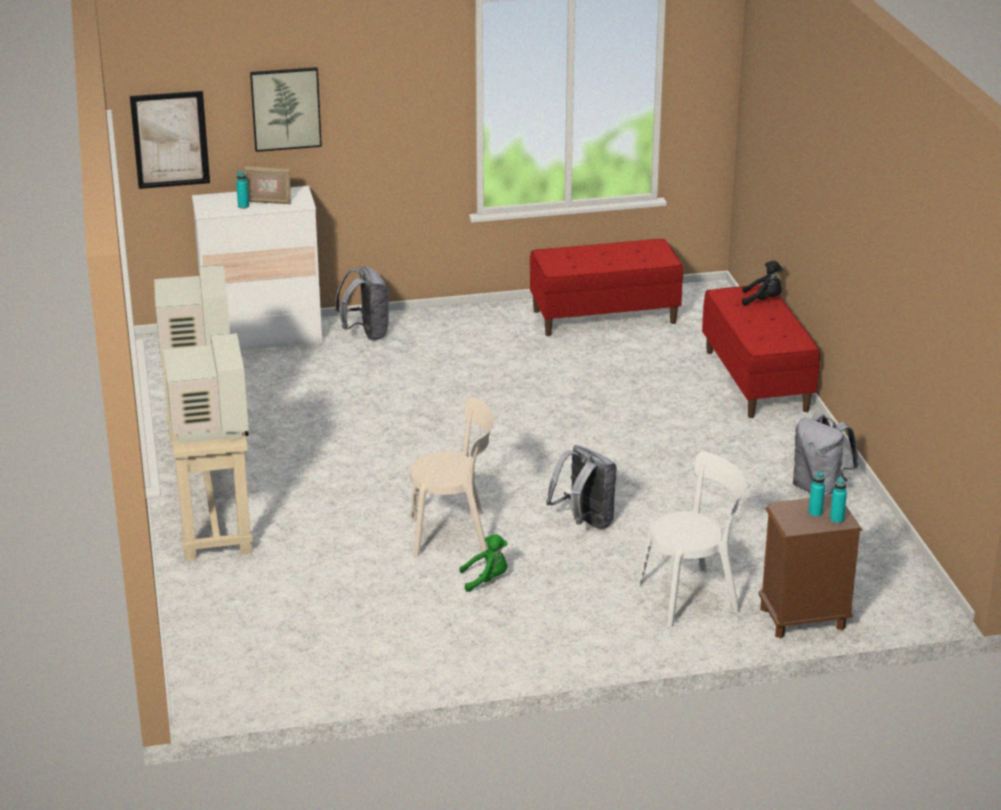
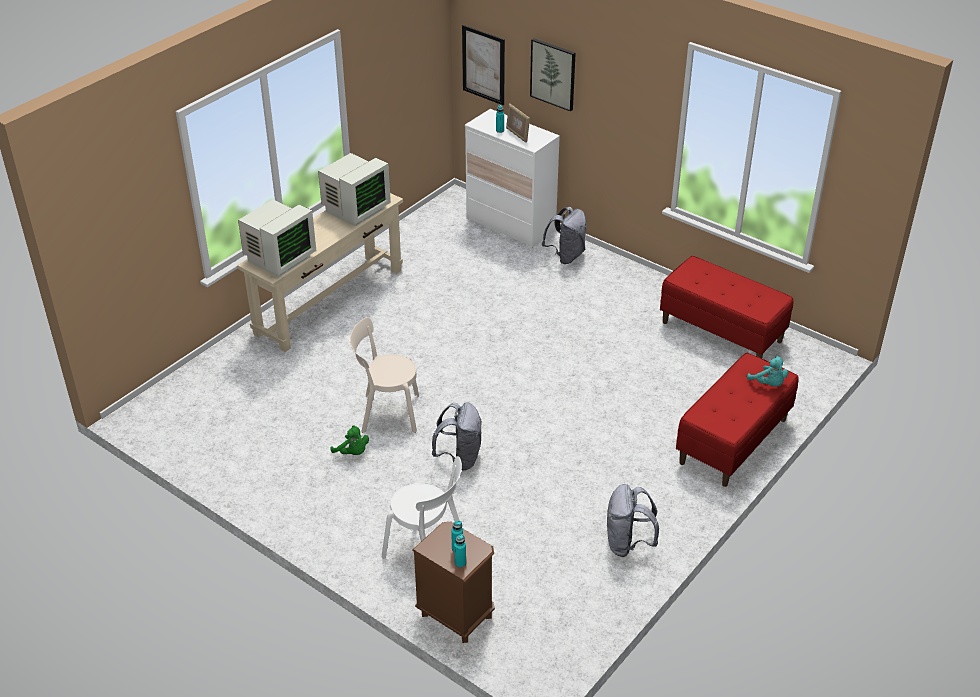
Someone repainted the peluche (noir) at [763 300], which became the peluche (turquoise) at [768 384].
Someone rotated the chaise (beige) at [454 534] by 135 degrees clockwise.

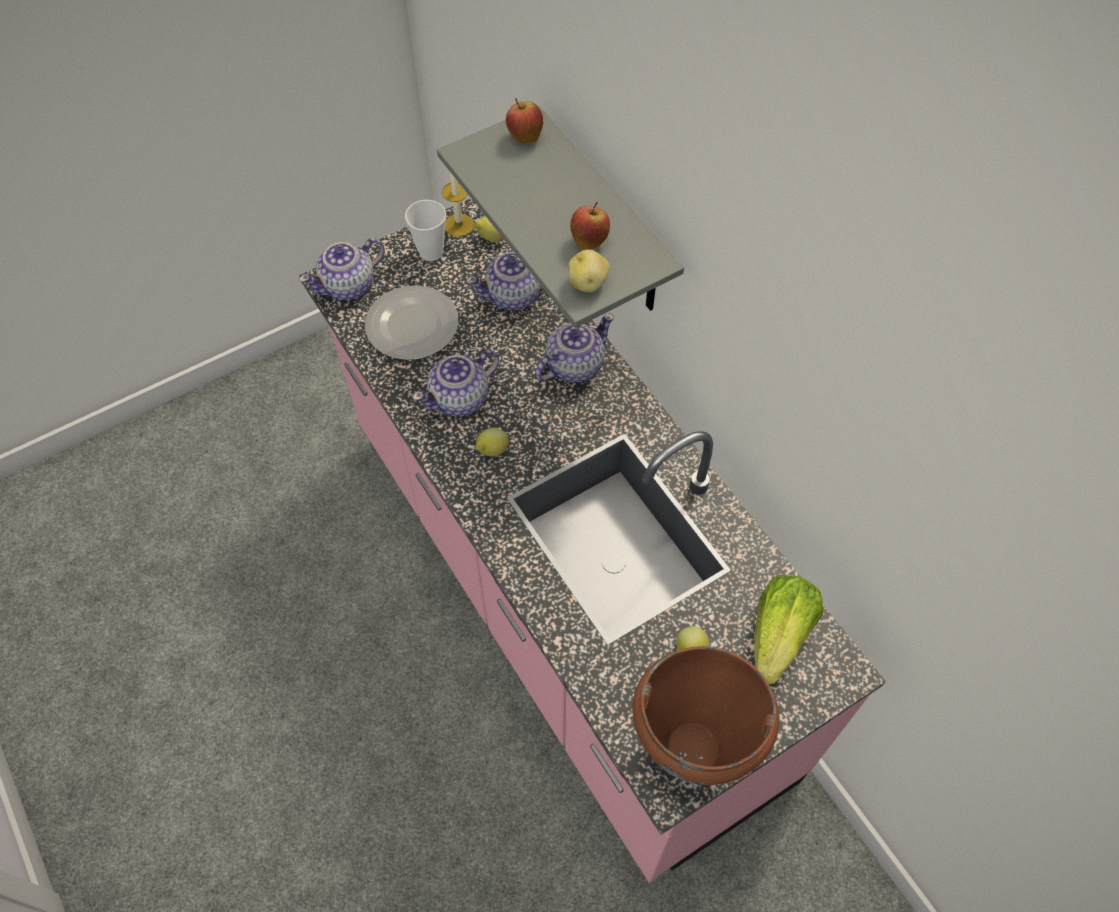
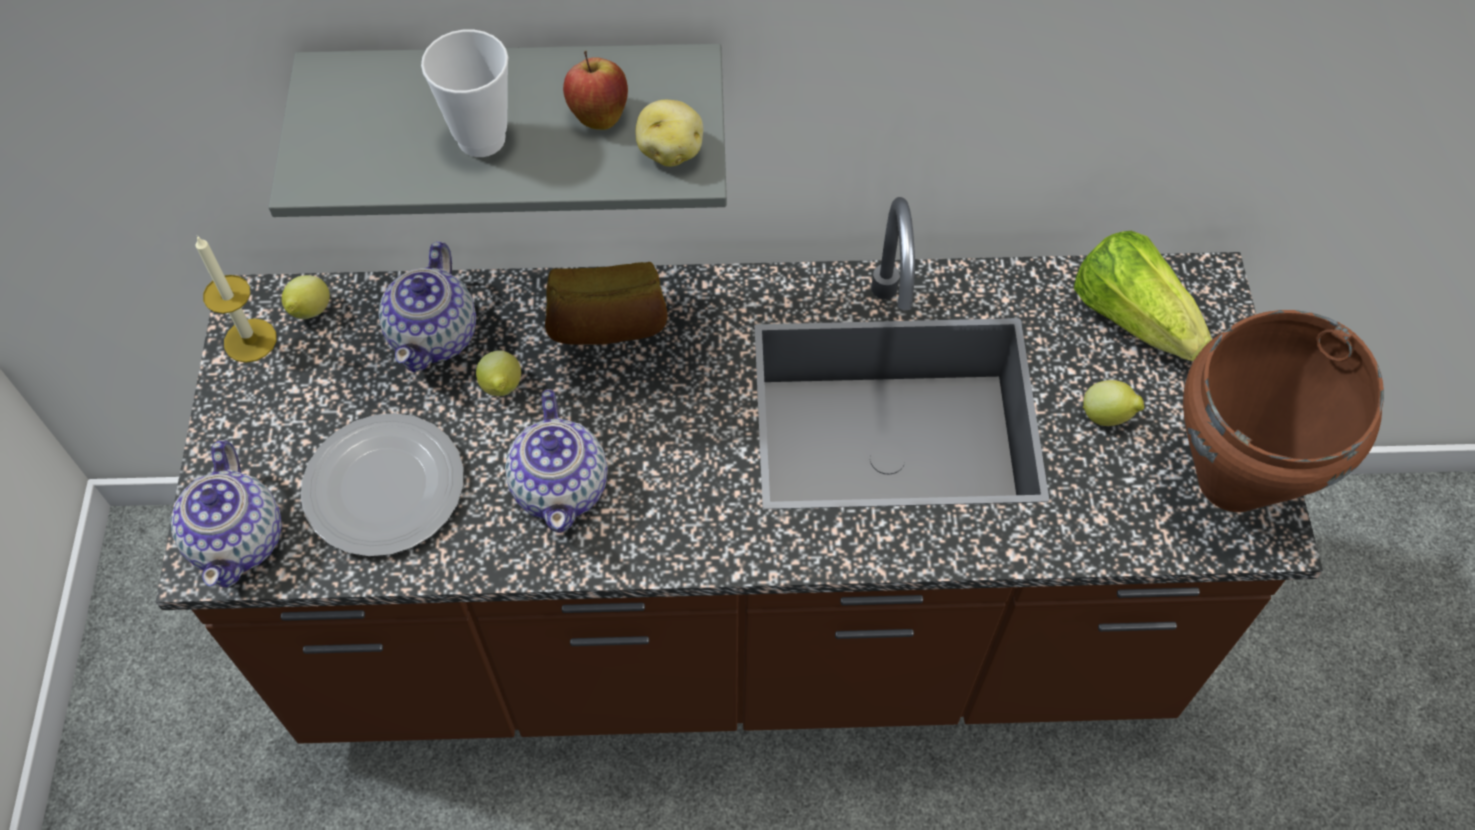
Someone took away the pomme at [525 136].
Someone repainted the comptoir de cuisine (rose) at [559 598], which became the comptoir de cuisine (marron) at [736 629].
Someone carried the tasse from [431 252] to [481 139].
Someone swapped the théière at [573 365] for the pain at [607 326].
Someone carried the citron from [492 451] to [502 389].

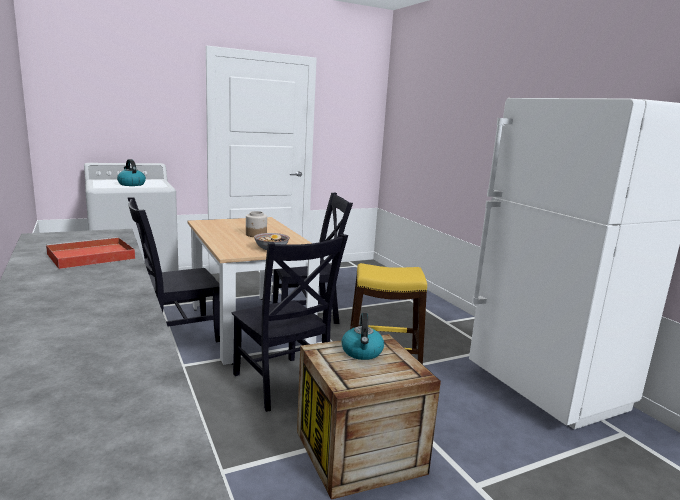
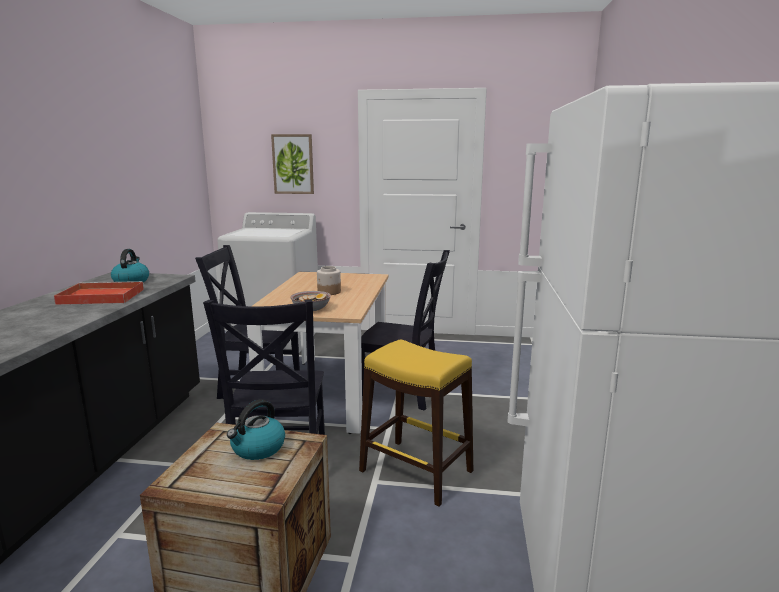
Someone carried the bouilloire from [131 184] to [131 281].
Someone put up the tableau at [293 164].

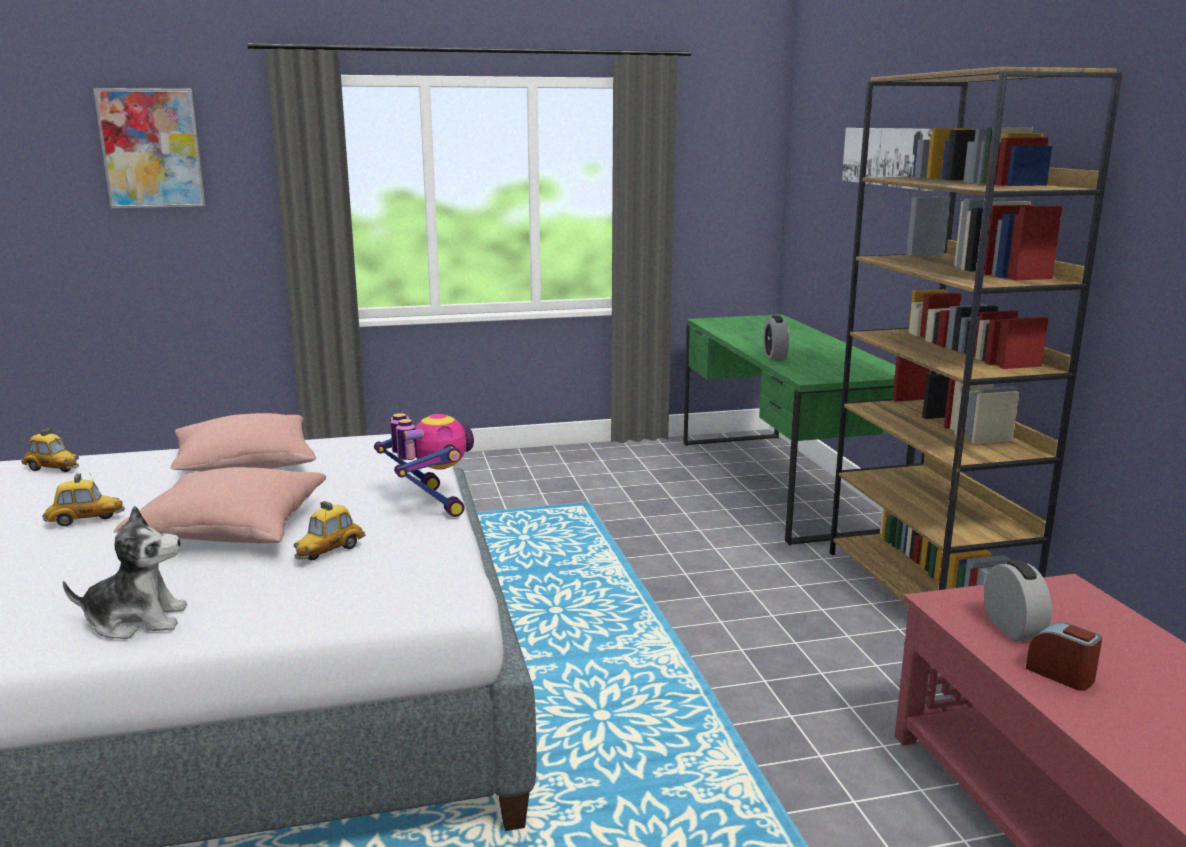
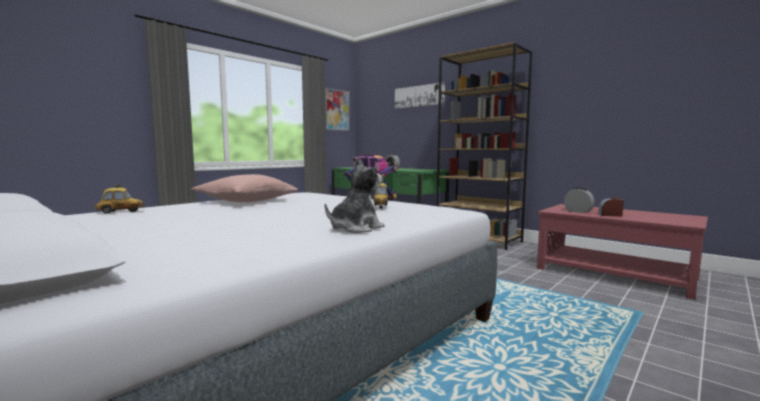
Someone carried the tableau from [151 148] to [337 110].
Someone took away the coussin (rose) at [231 530].
Someone took away the petite voiture at [85 520].

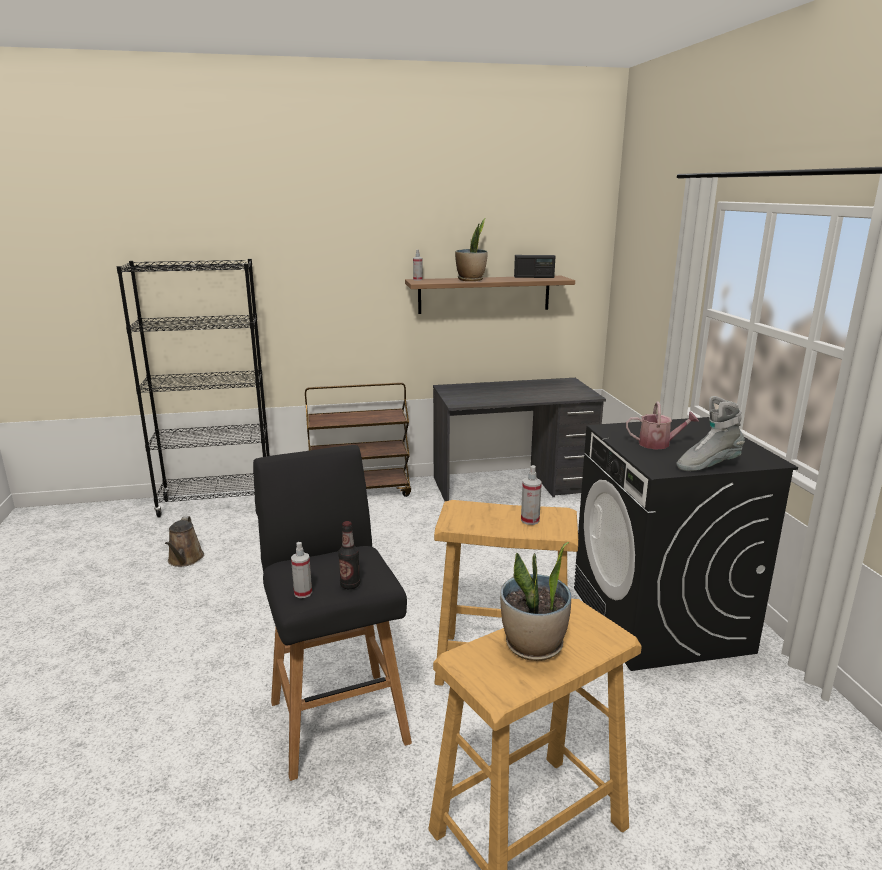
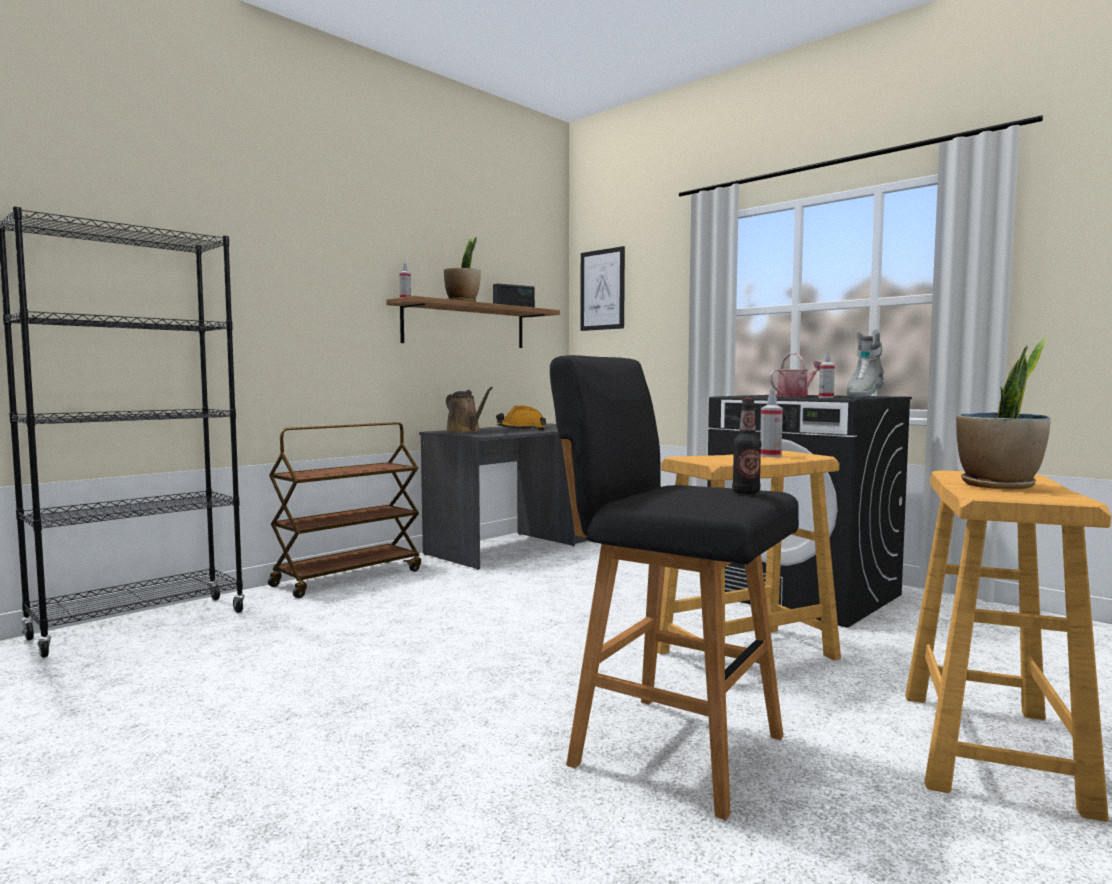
Someone carried the arrosoir (marron) from [185 560] to [465 431].
Someone carried the vaporisateur from [303 593] to [826 397].
Someone put up the tableau at [602 290].
Someone put down the casque de chantier (orange) at [521 430].

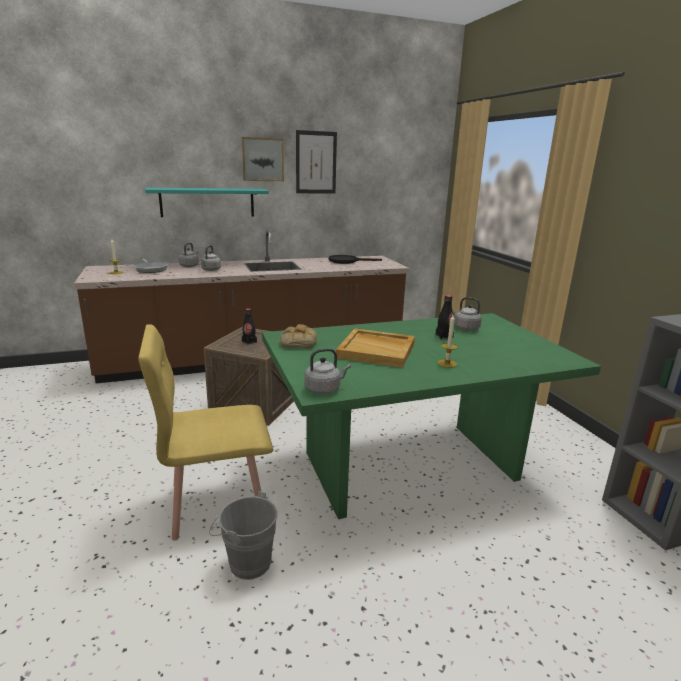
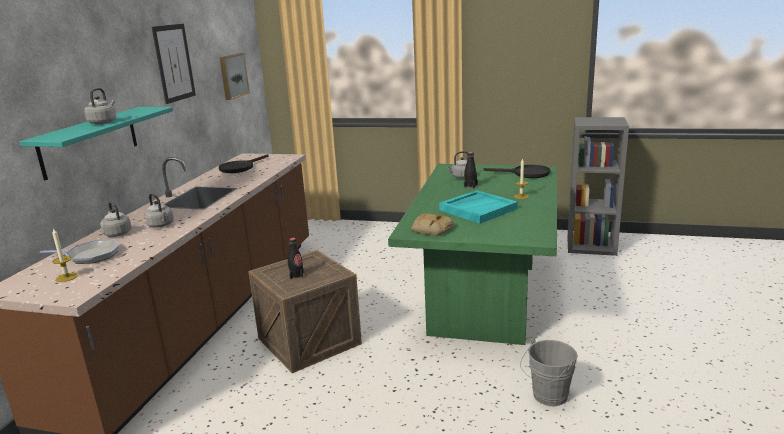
Someone carried the tableau from [262 159] to [232 76].
Someone took away the chaise (jaune) at [216 502].
Someone repainted the plateau (beige) at [377 350], which became the plateau (turquoise) at [478 209].
Someone carried the bouilloire (gris) from [324 389] to [103 122].
Someone put down the poêle (noir) at [526 174].

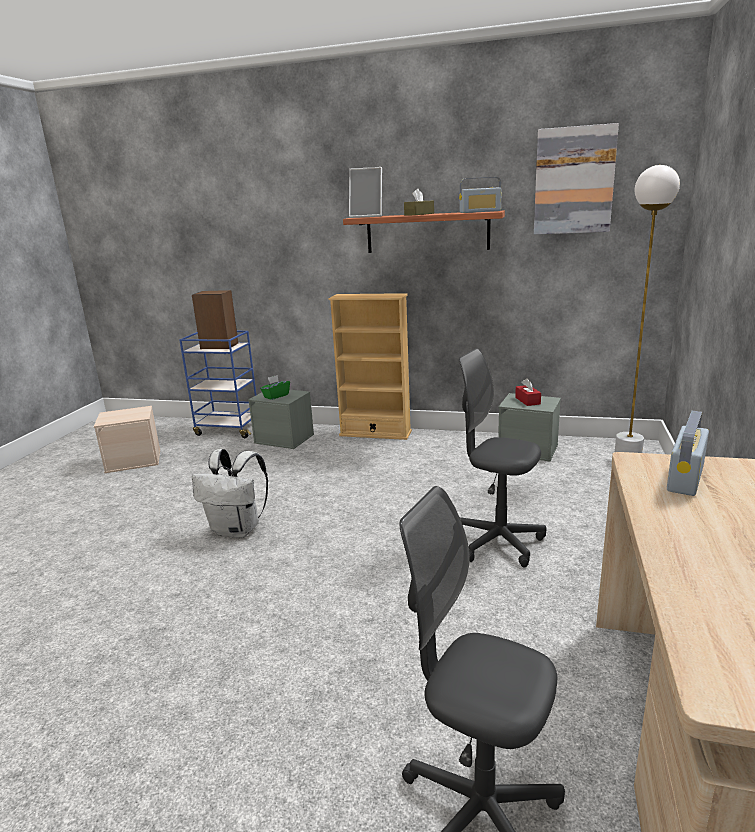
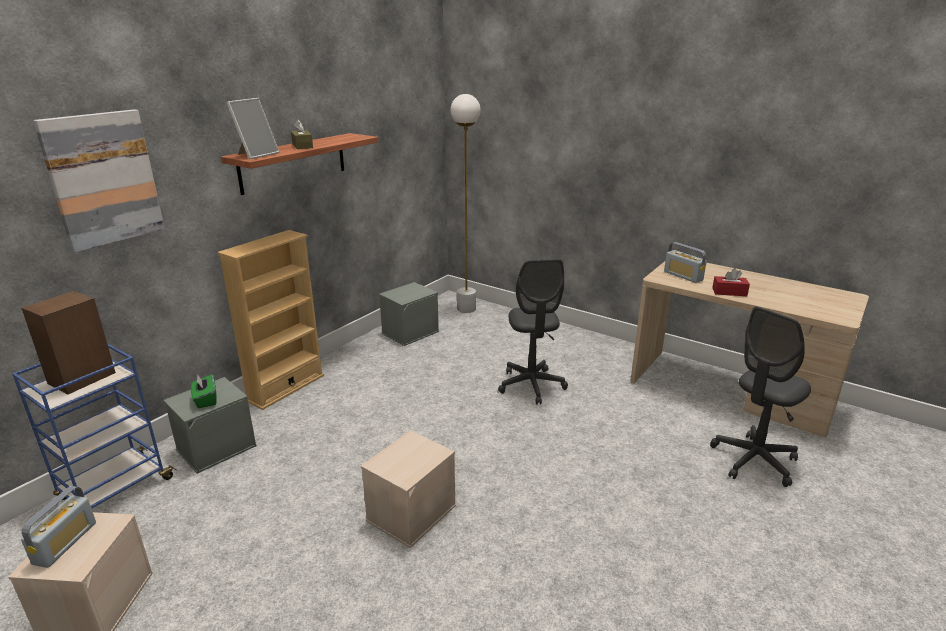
Someone carried the tableau from [574 181] to [103 179].
Someone carried the radio from [480 211] to [65 543].
Someone rotated the chaise de bureau (gris) at [497 542] by 60 degrees counterclockwise.
Someone carried the boîte à mouchoirs (rouge) from [527 400] to [729 292].
Someone swapped the sac à dos (blanc) at [238 530] for the boîte de rangement (beige) at [411 512].

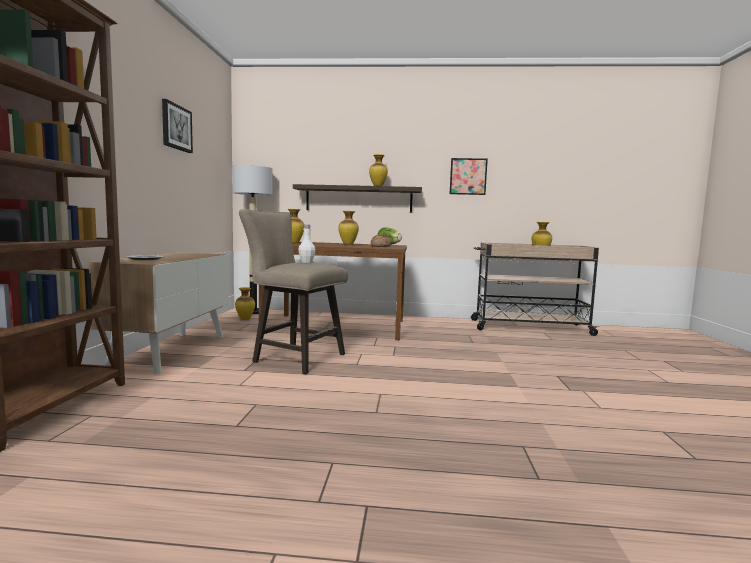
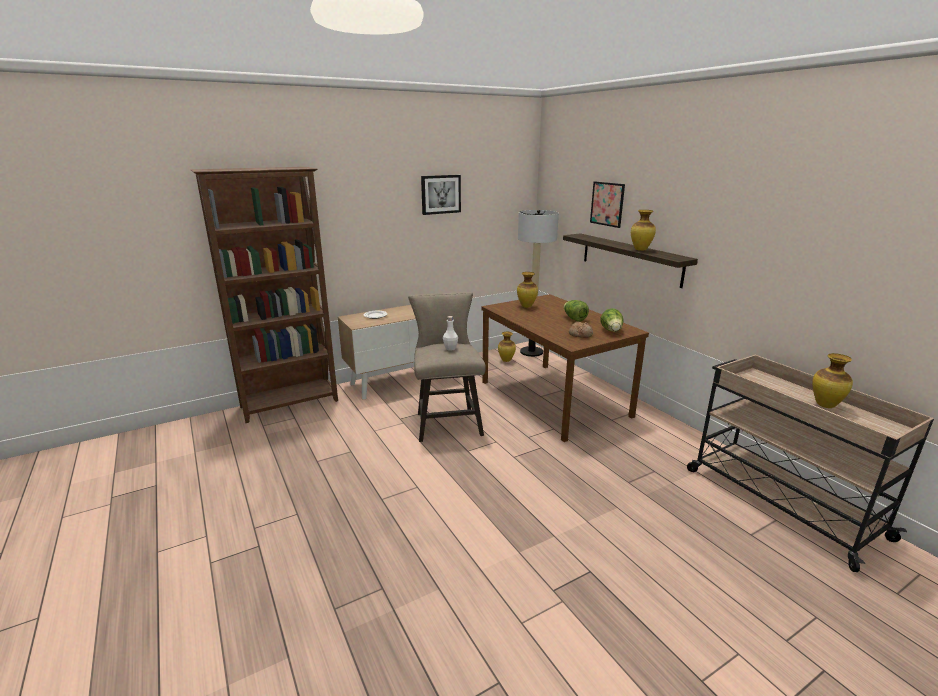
Someone carried the tableau from [468 176] to [607 204].
Someone swapped the vase at [348 244] for the laitue at [574 319].

